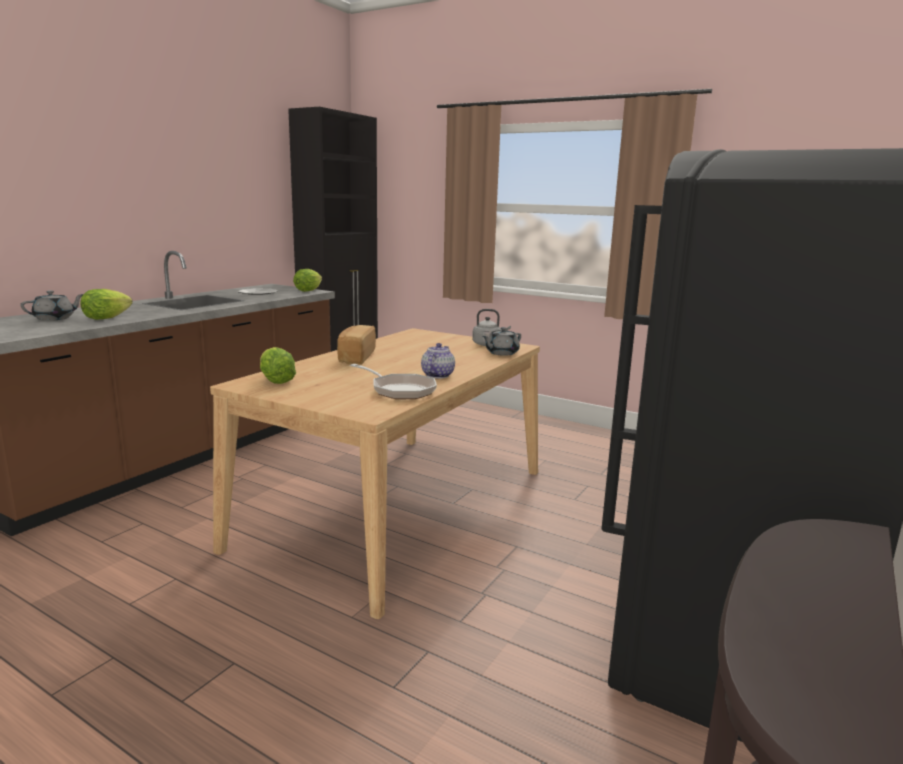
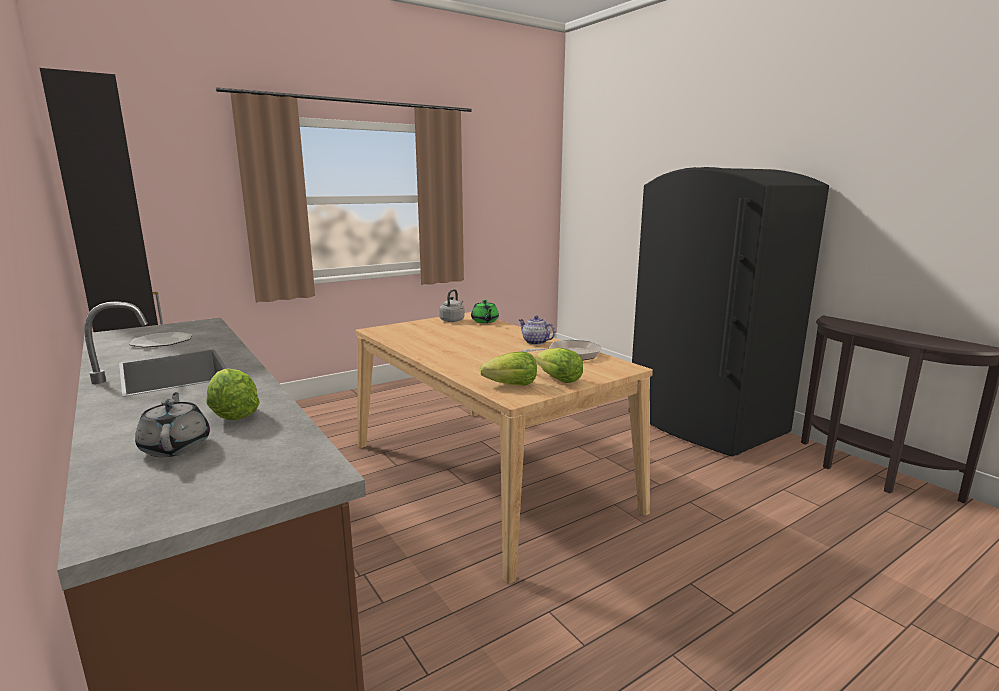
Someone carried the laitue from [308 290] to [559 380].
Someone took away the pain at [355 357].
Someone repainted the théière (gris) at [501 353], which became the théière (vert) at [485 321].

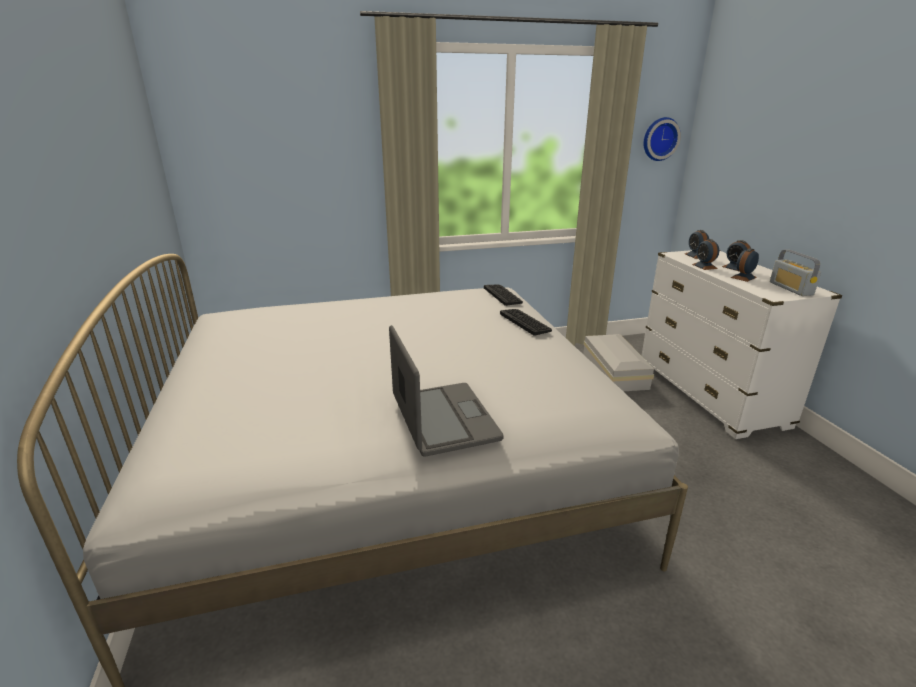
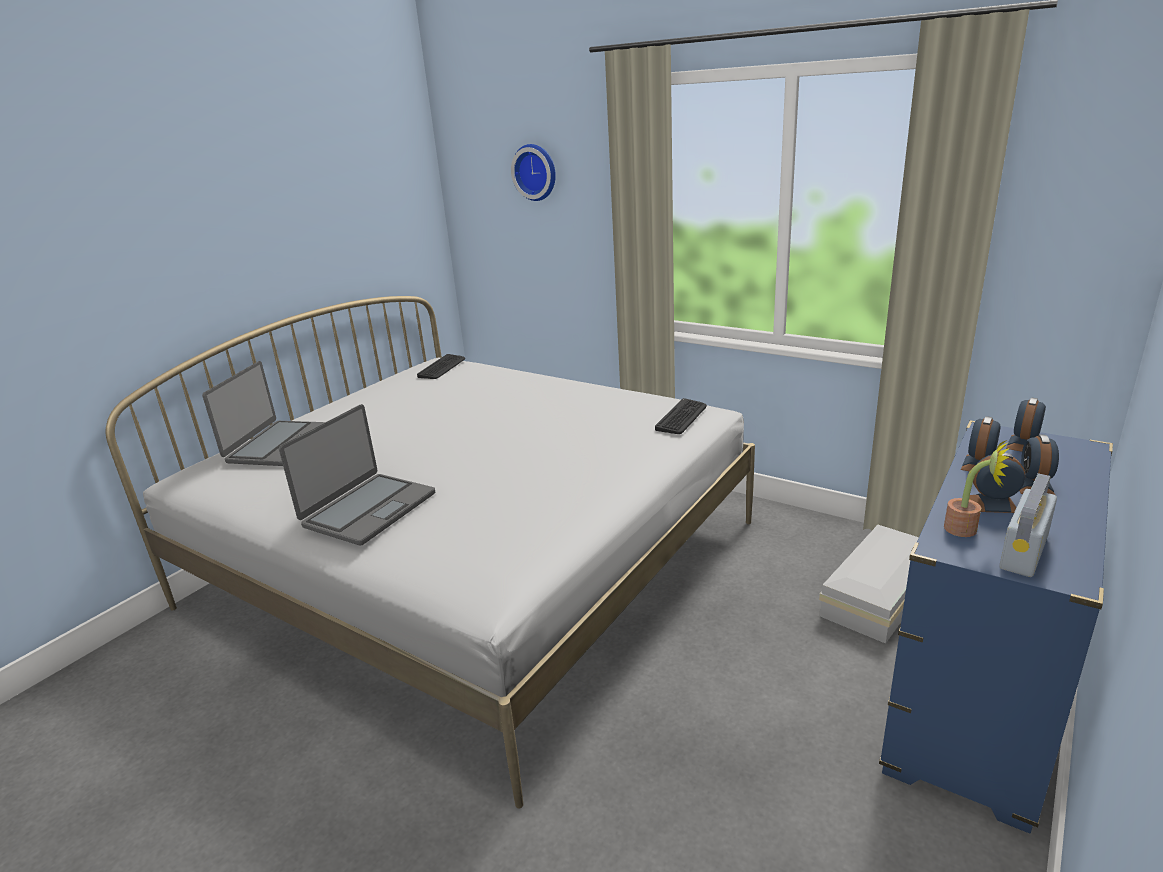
Someone carried the horloge murale from [659 139] to [536 172].
Someone repainted the commode (blanc) at [709 394], which became the commode (bleu) at [977 702].
Someone carried the clavier from [525 322] to [442 367].
Someone put down the ordinateur portable at [279 444].
Someone put down the plante en pot at [967 530].

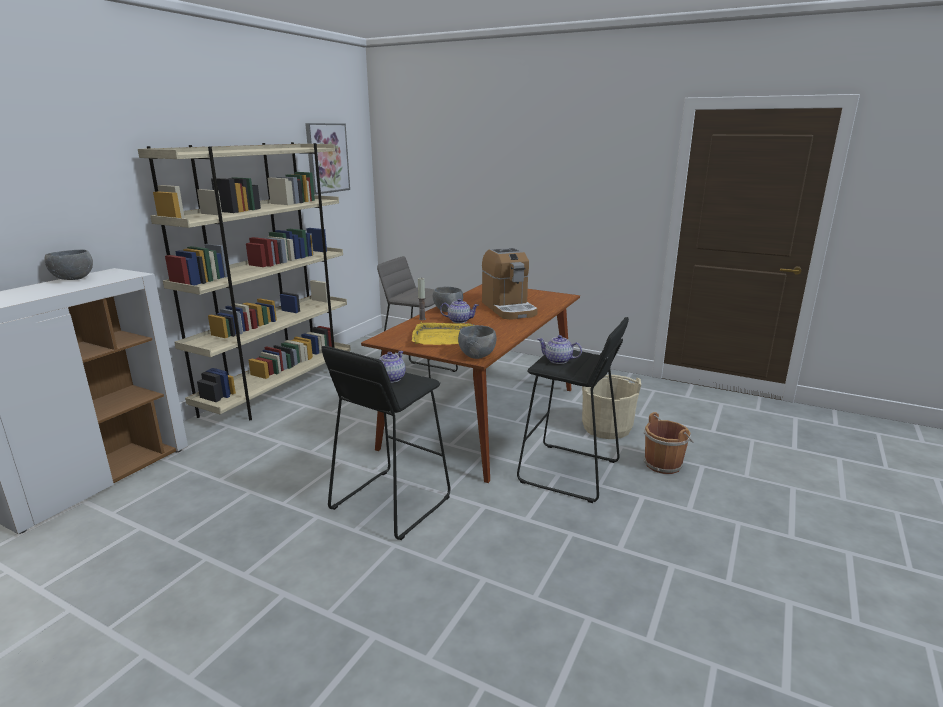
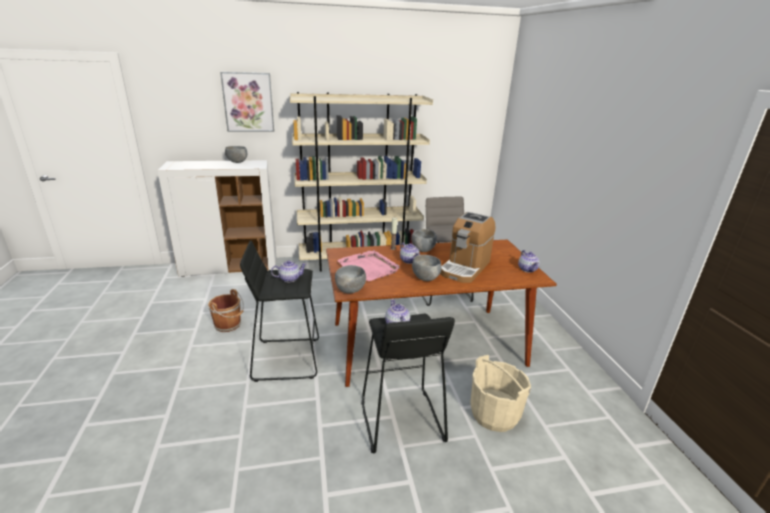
Someone carried the tableau from [327 158] to [248 102].
Someone repainted the plateau (jaune) at [443 337], which became the plateau (rose) at [369 267].
Someone carried the seau (marron) from [664 464] to [229 325].
Someone put down the théière at [527 269].
Someone put down the bol (gris) at [425 278].

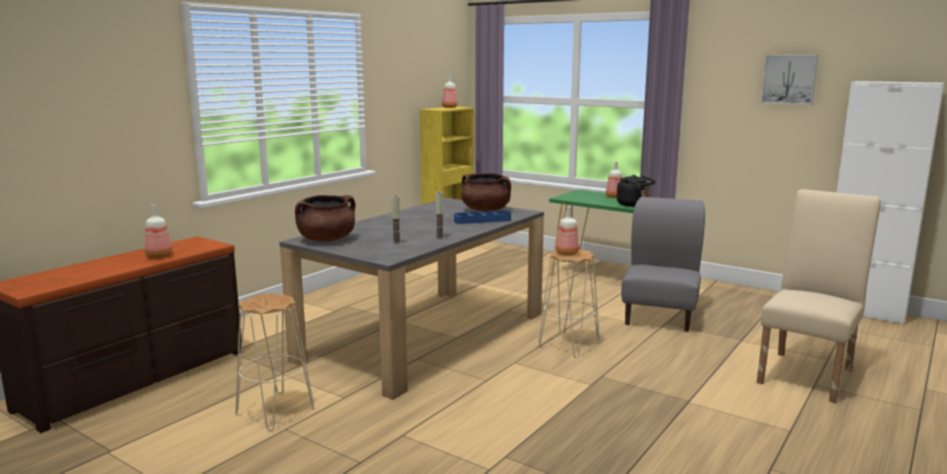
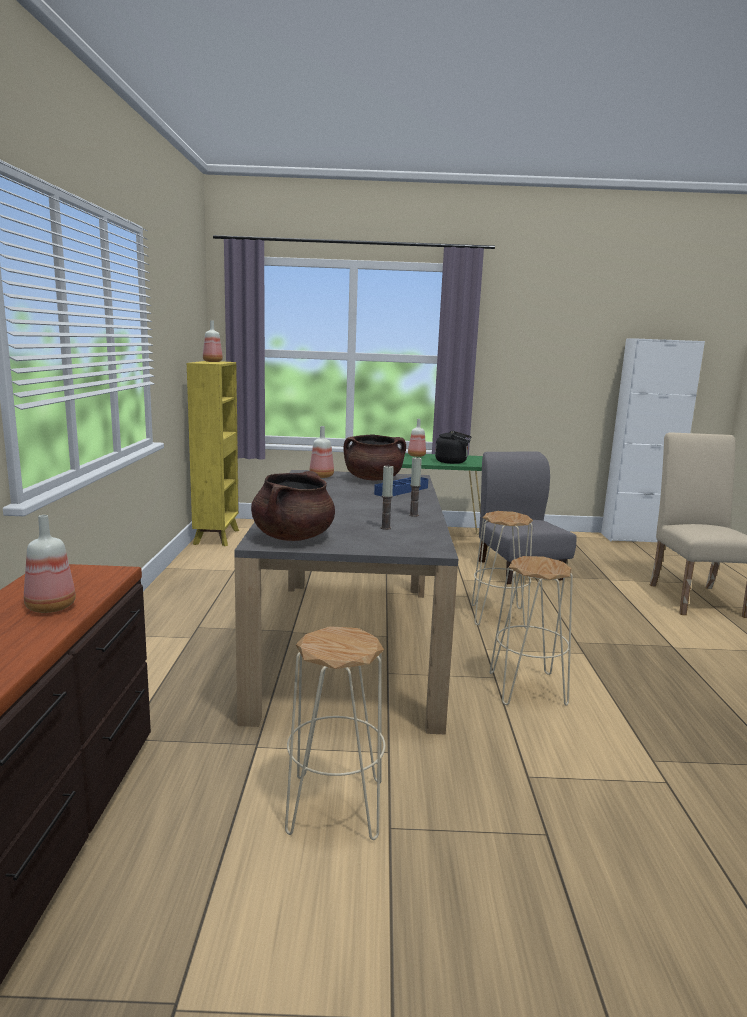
Someone took away the tableau at [789 79].
Someone carried the bouteille from [567 253] to [322 476].
Someone put down the tabouret (beige) at [527 689].

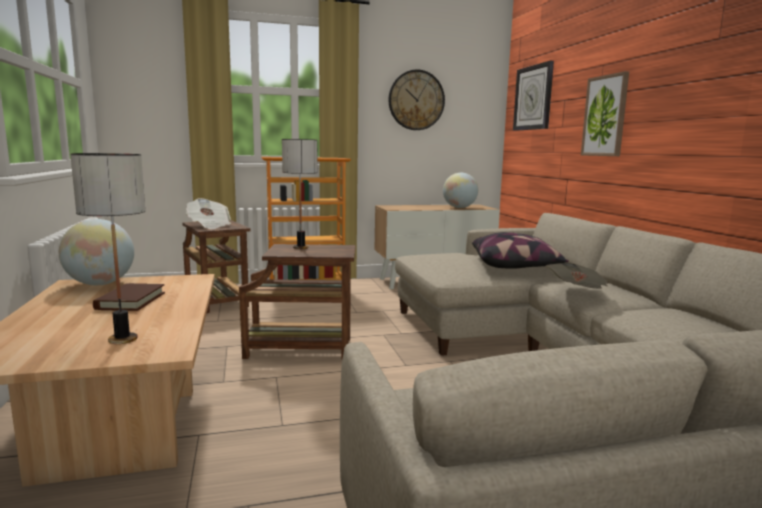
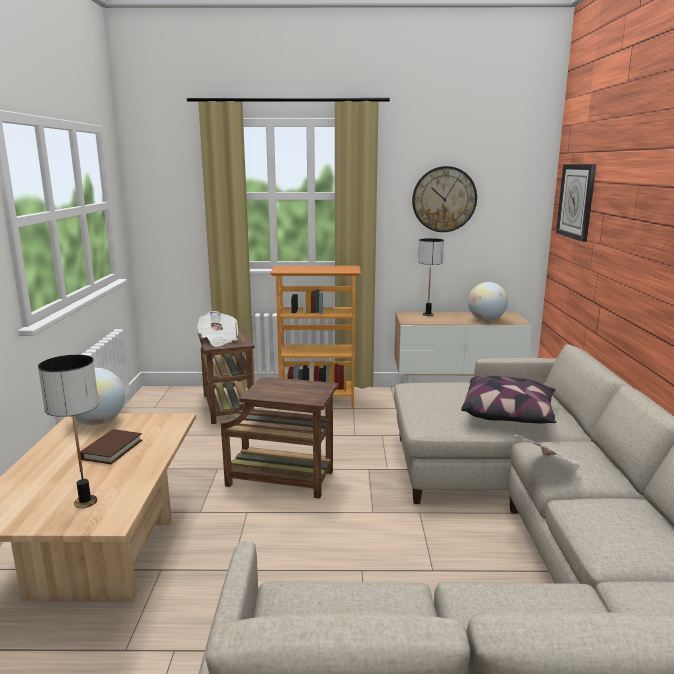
Someone took away the tableau at [605 116].
Someone carried the lampe de table from [300 247] to [427 314].

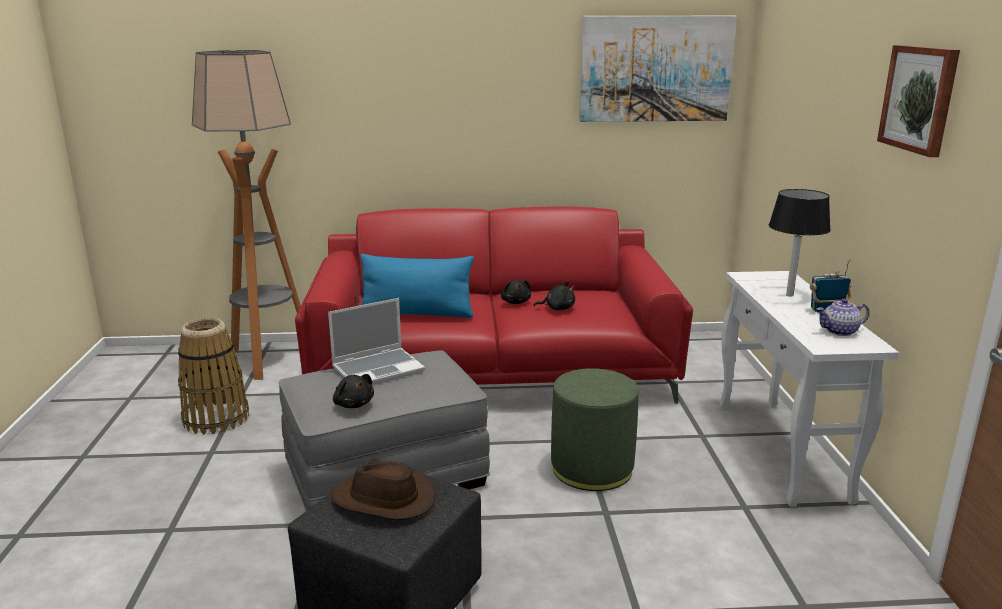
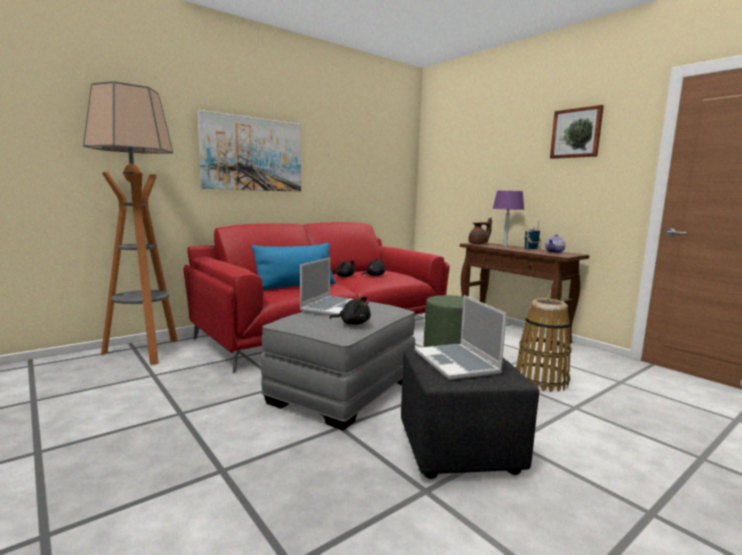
Someone carried the tableau from [655 69] to [252 154].
Someone repainted the lampe de table (noir) at [789 295], which became the lampe de table (violet) at [504 246].
Someone repainted the table console (blanc) at [782 450], which became the table console (marron) at [513 332].
Someone carried the panier from [216 418] to [541 380].
Someone swapped the chapeau (marron) at [383 500] for the ordinateur portable at [458 363].
Someone put down the théière (marron) at [479 244].

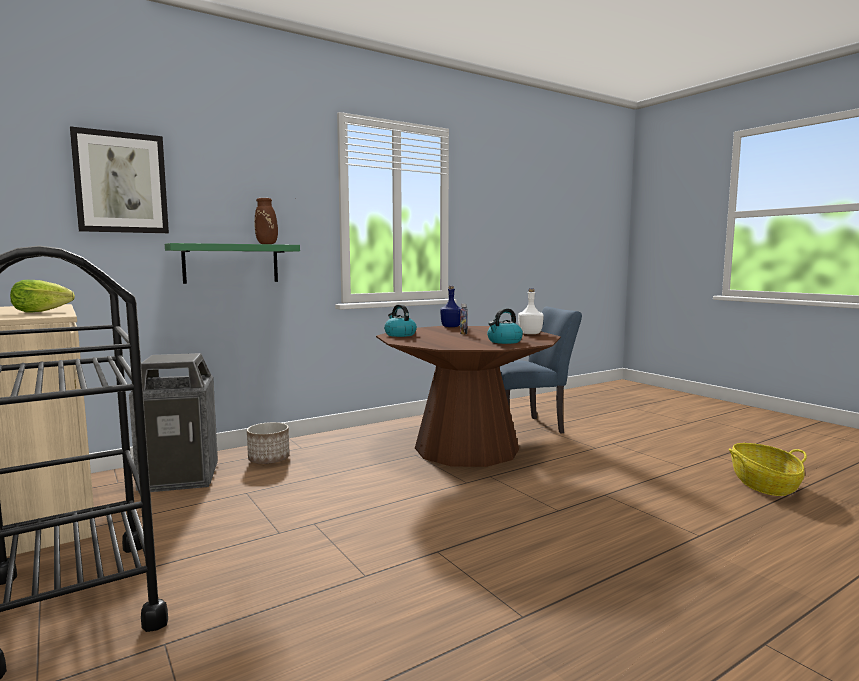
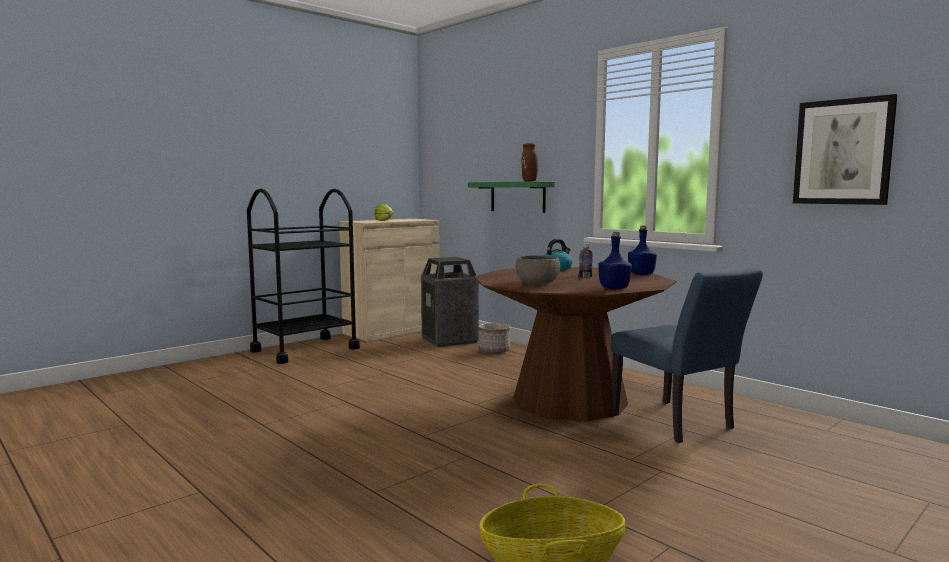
Someone carried the tableau from [121 183] to [843 152].
Someone repainted the bouteille (blanc) at [530 334], which became the bouteille (bleu) at [614 288].
Someone swapped the bouilloire at [504 341] for the bol (gris) at [537 284].

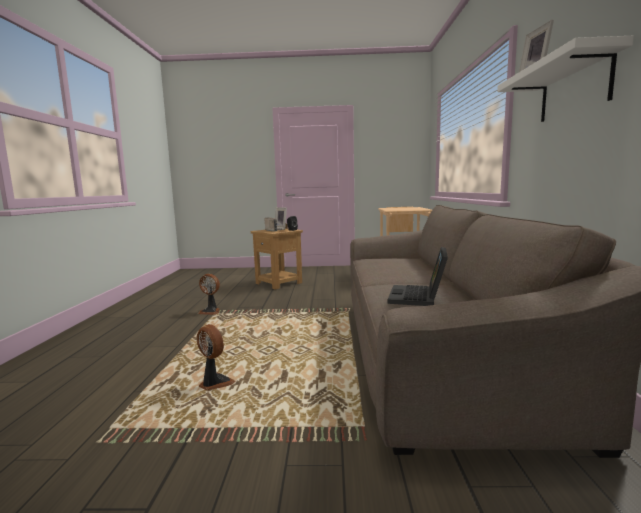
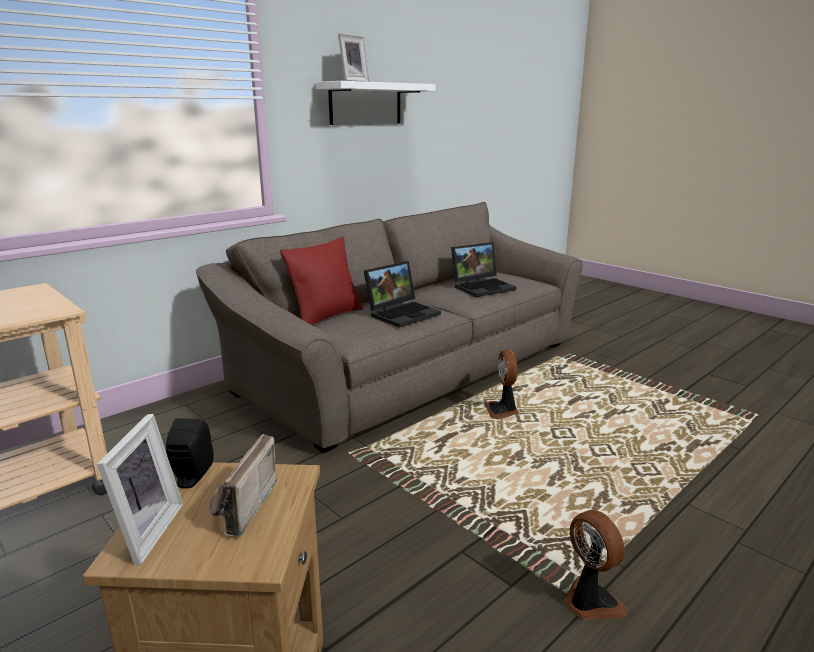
Someone carried the ventilateur from [215 383] to [502 411].
Someone put down the coussin (rouge) at [326 316].
Someone put down the ordinateur portable at [402 313].

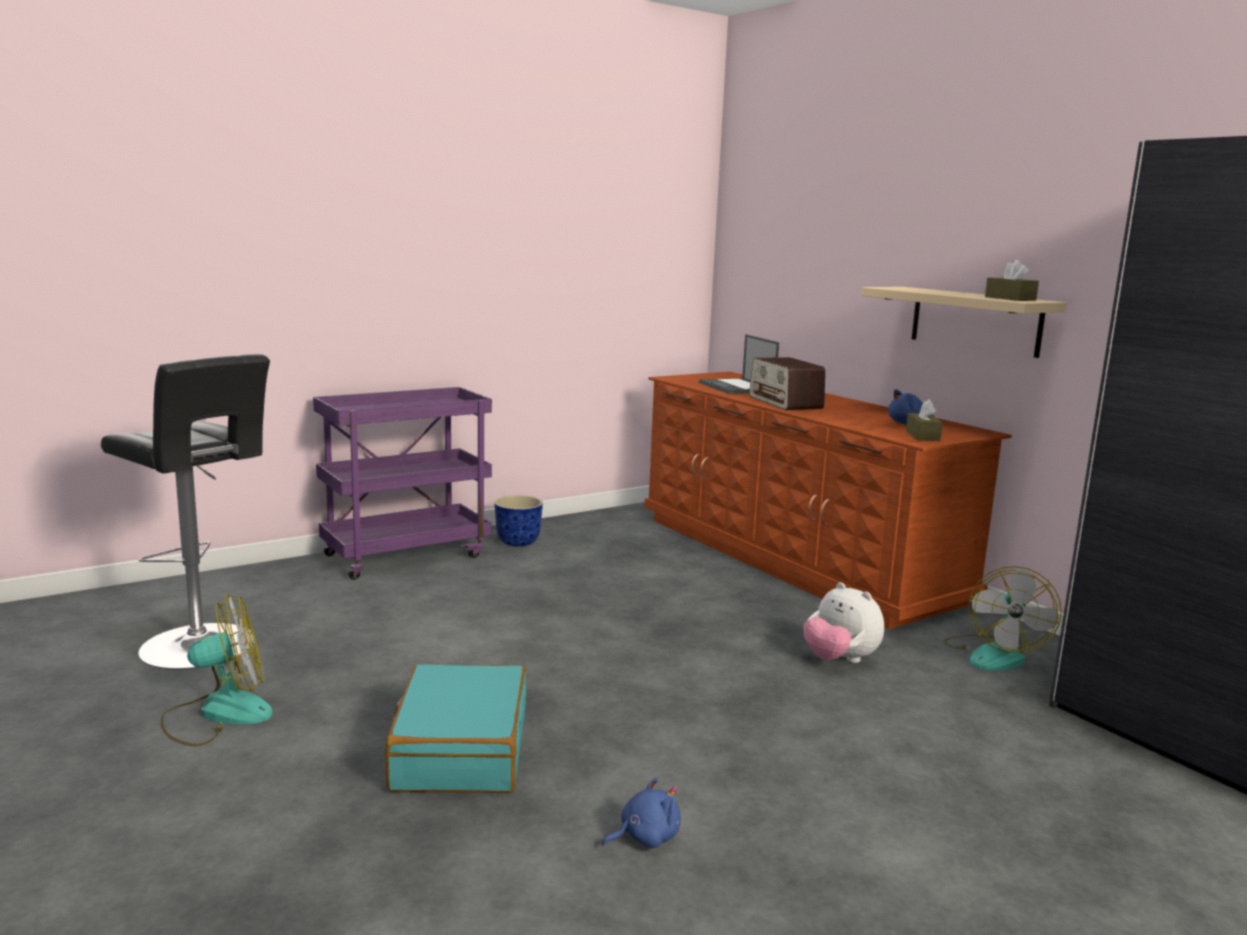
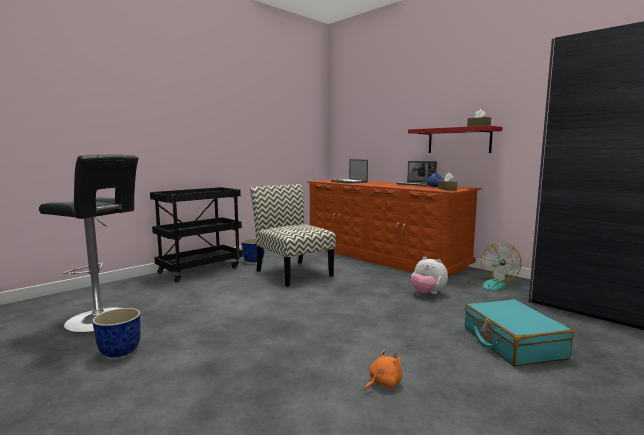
Someone repainted the étagère (beige) at [975 321], which became the étagère (rouge) at [459 140].
Someone took away the radio at [785 402].
Someone repainted the chariot (violet) at [407 555], which became the chariot (noir) at [200 270].
Someone swapped the ventilateur at [218 714] for the cache-pot at [119 351].
Someone carried the valise (turquoise) from [460 750] to [512 343].
Someone repainted the peluche (bleu) at [645 837], which became the peluche (orange) at [383 383].
Someone put down the ordinateur portable at [416 184].
Someone put down the chaise at [293 273].

